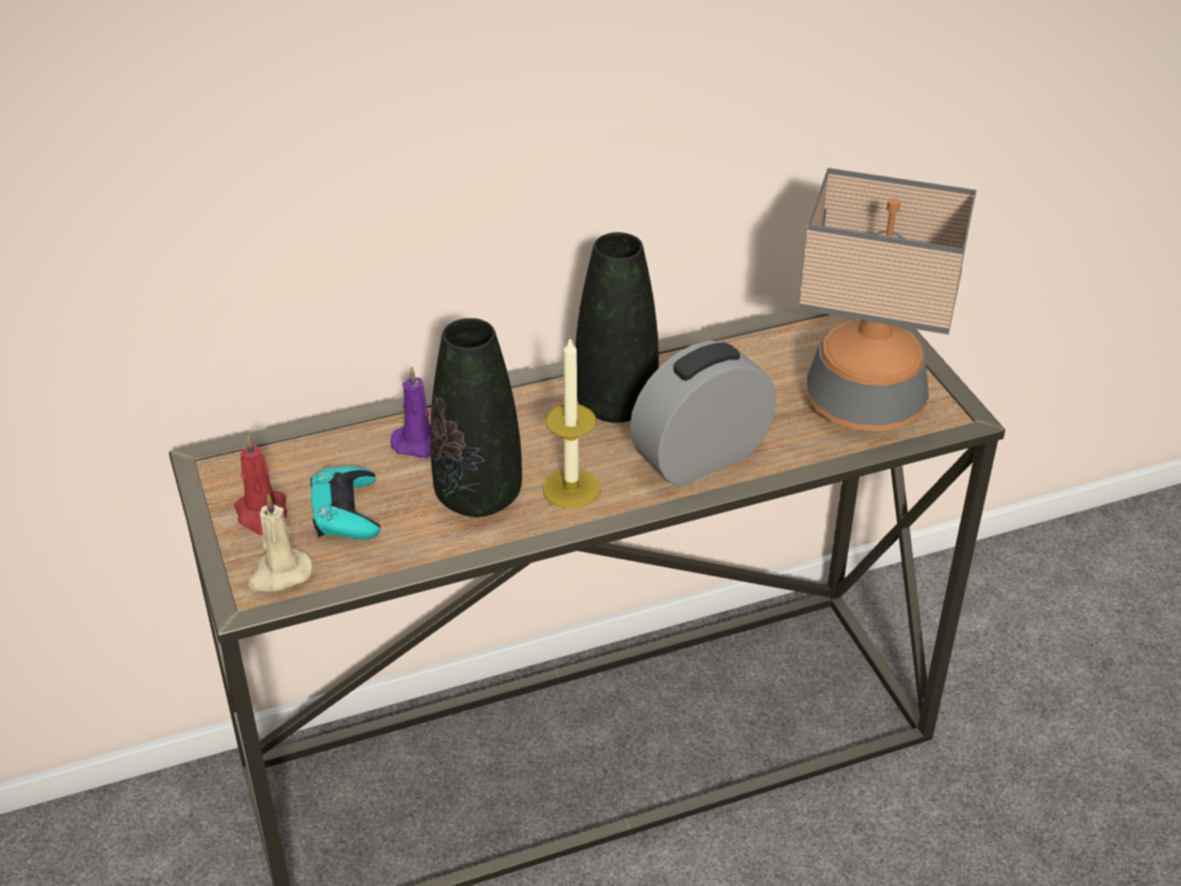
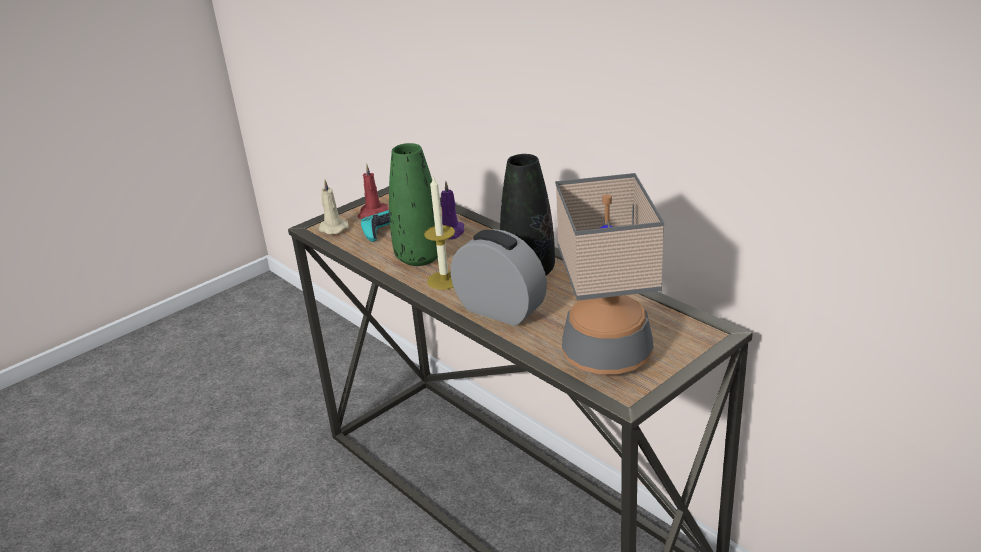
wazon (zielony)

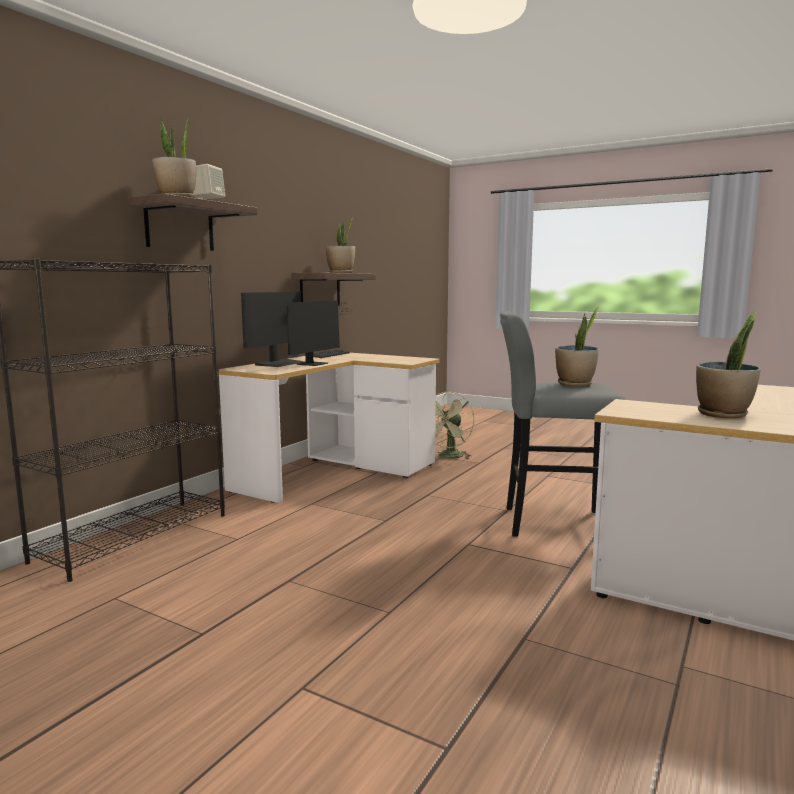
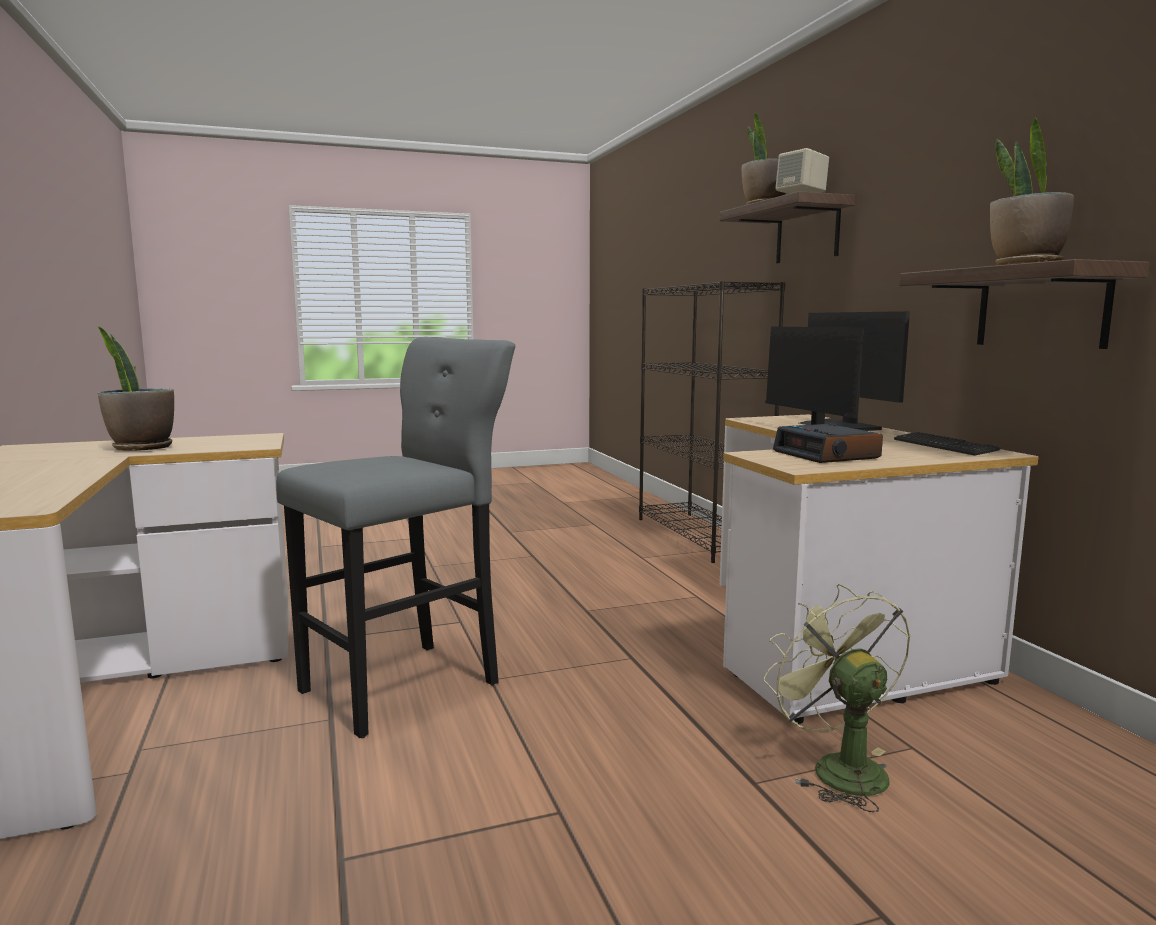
budzik
roślina doniczkowa (no. 3 from left in the first image)

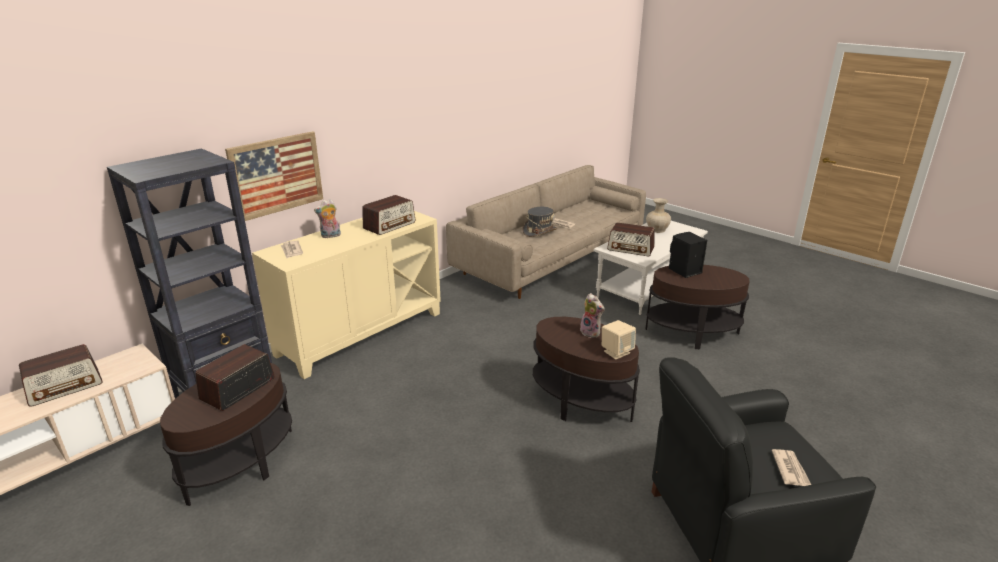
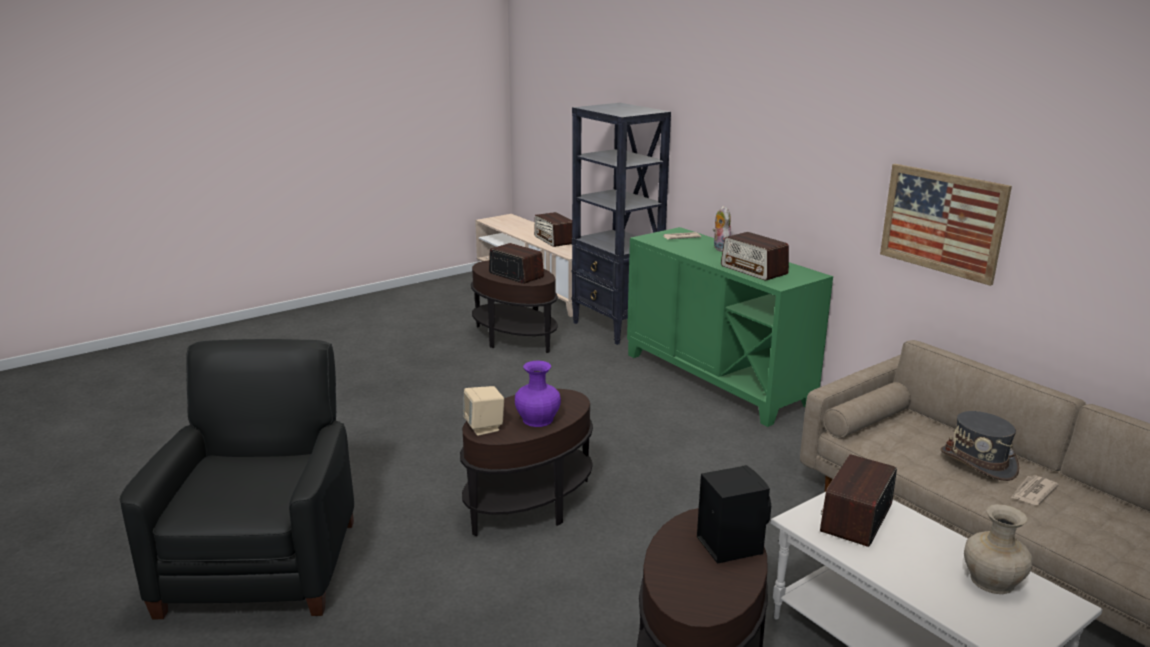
wazon (fioletowy)
szafka (zielony)
obraz
gazeta (no. 3 from left in the first image)

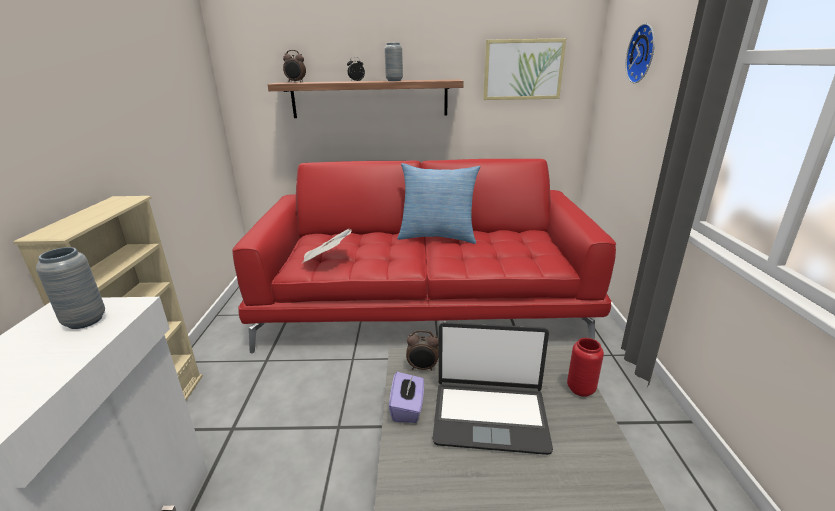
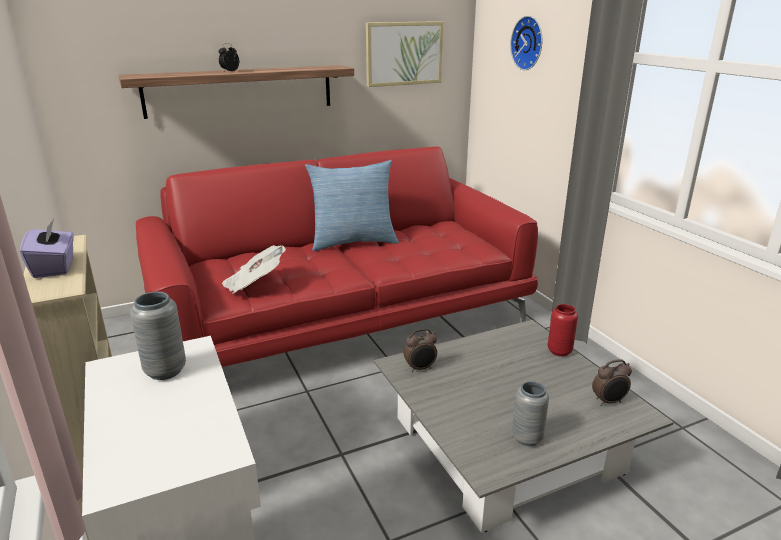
pudełko chusteczek (fioletowy)
wazon (szary) (no. 2 from left)
budzik (no. 3 from left)
laptop

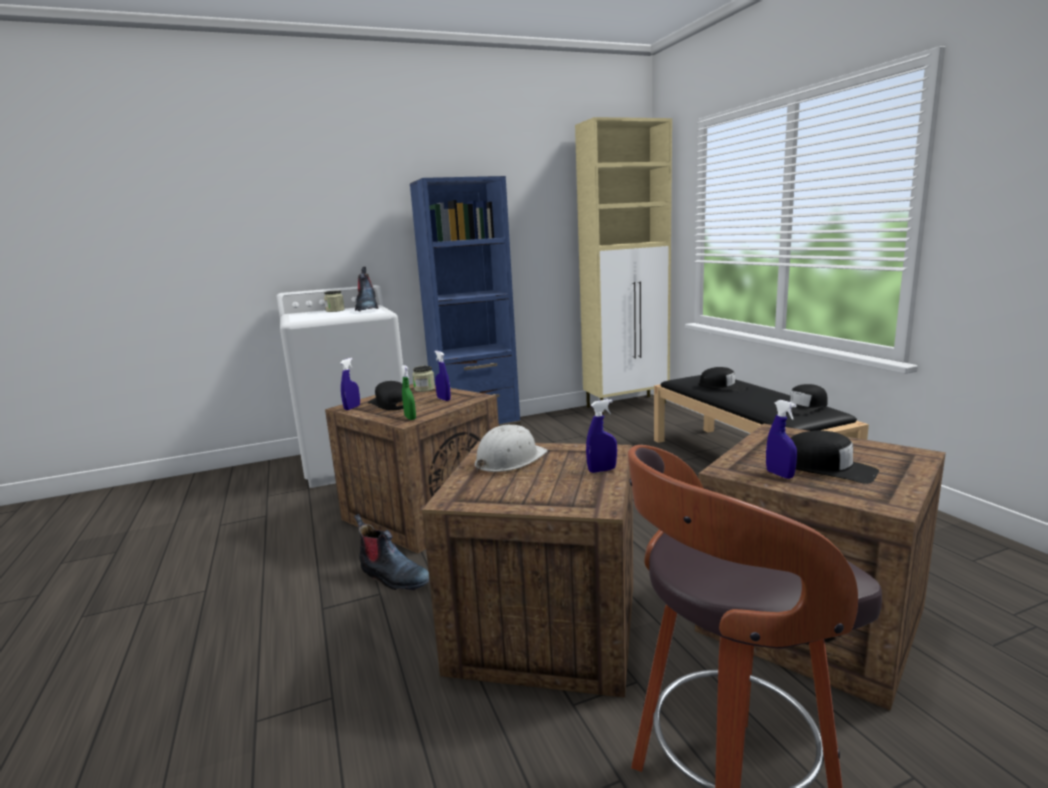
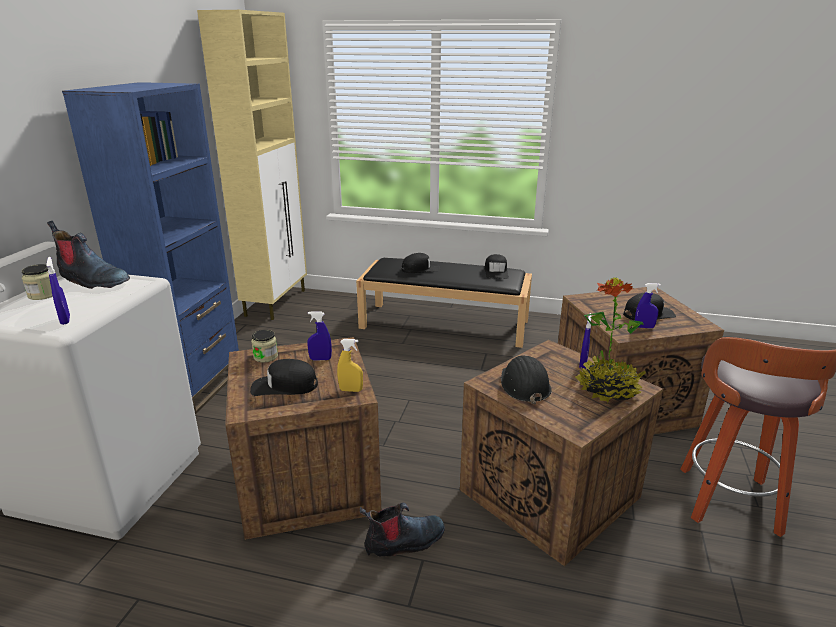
spryskiwacz (niebieski) (no. 1 from left)
spryskiwacz (żółty)
kask (czarny)
roślina doniczkowa

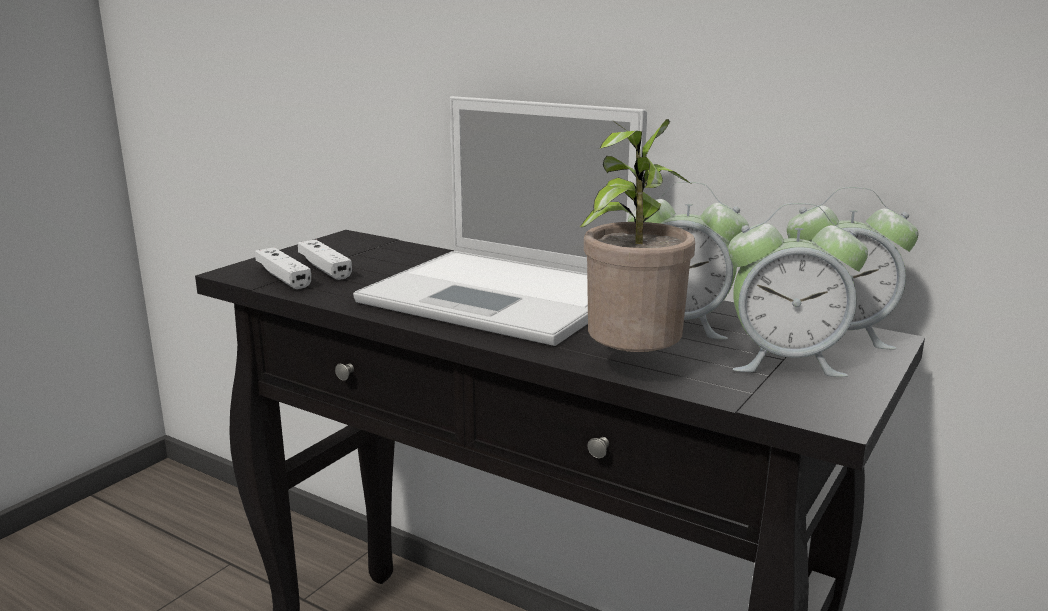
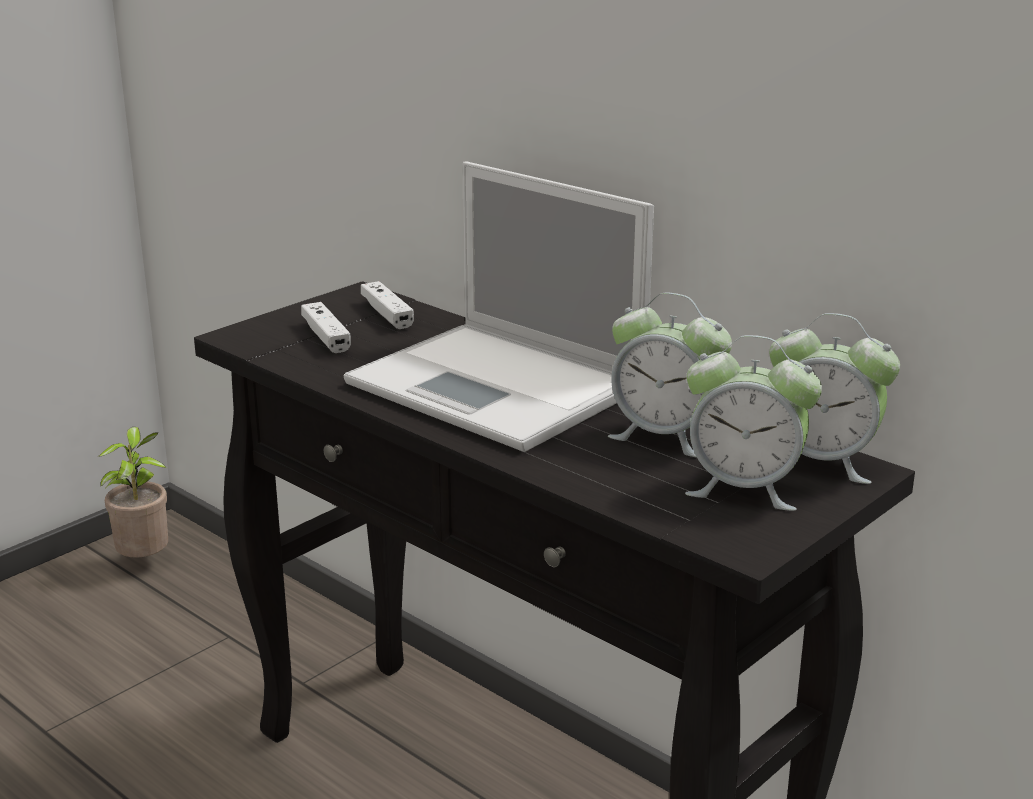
roślina doniczkowa
pad do gier (biały) (no. 2 from left)

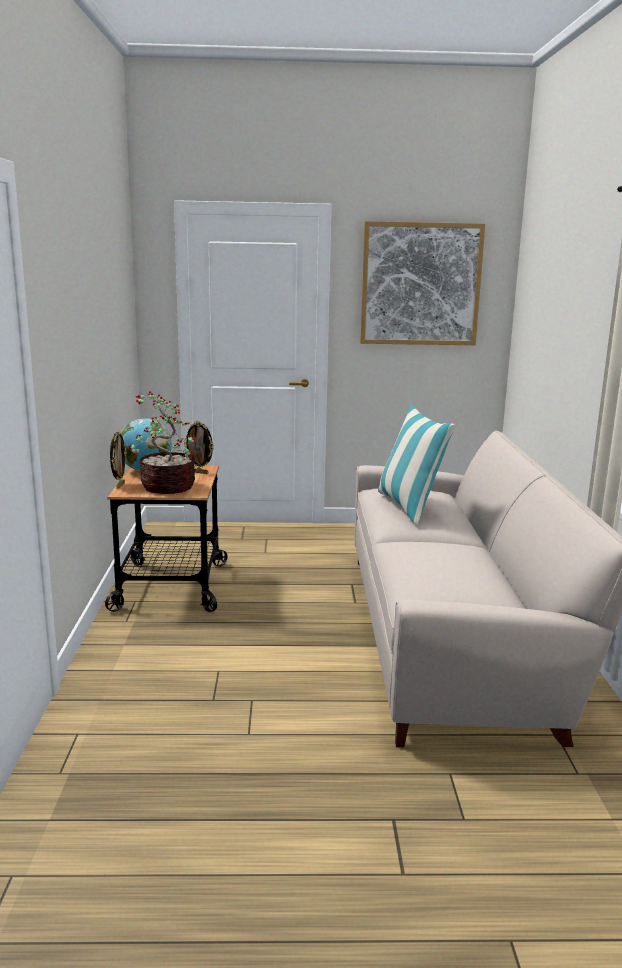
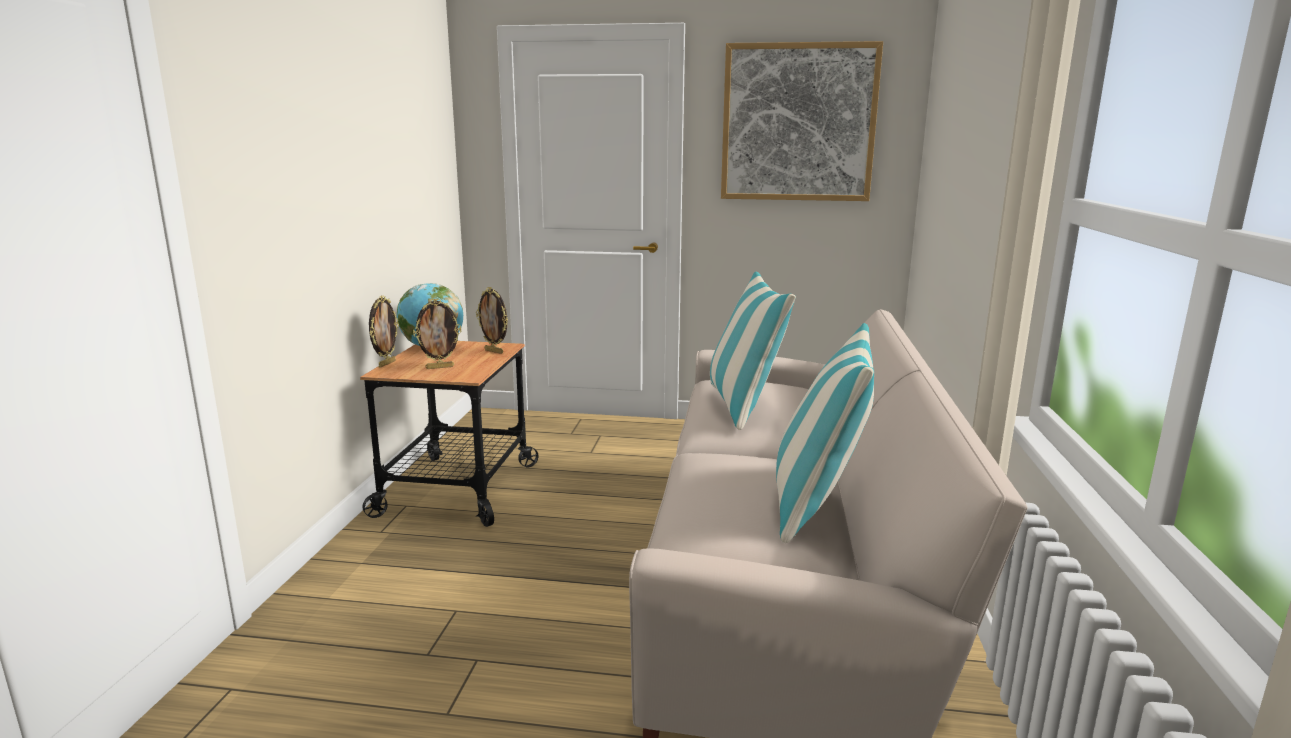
ramka na zdjęcie (no. 2 from left)
poduszka (no. 2 from left)

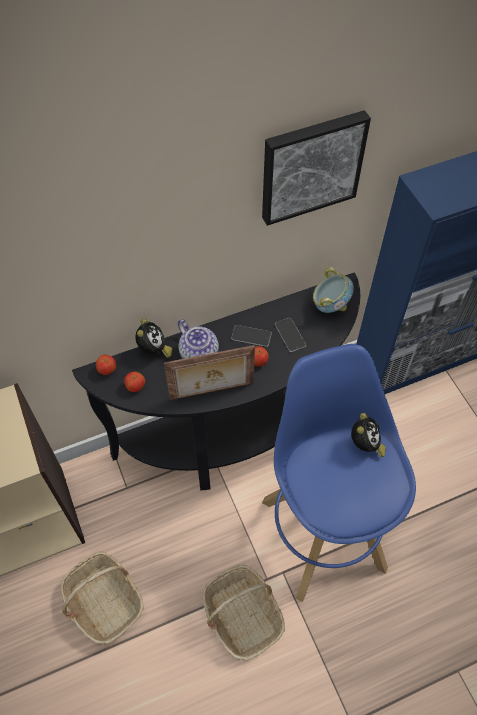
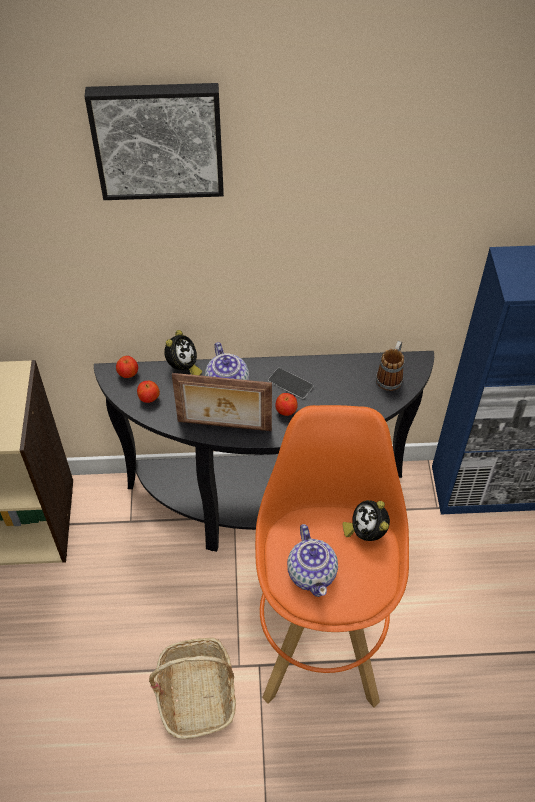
obraz
stołek (pomarańczowy)
imbryk (no. 2 from left)
budzik (no. 2 from left)
kubek
koszyk (no. 1 from left in the first image)
telefon (no. 2 from left in the first image)

